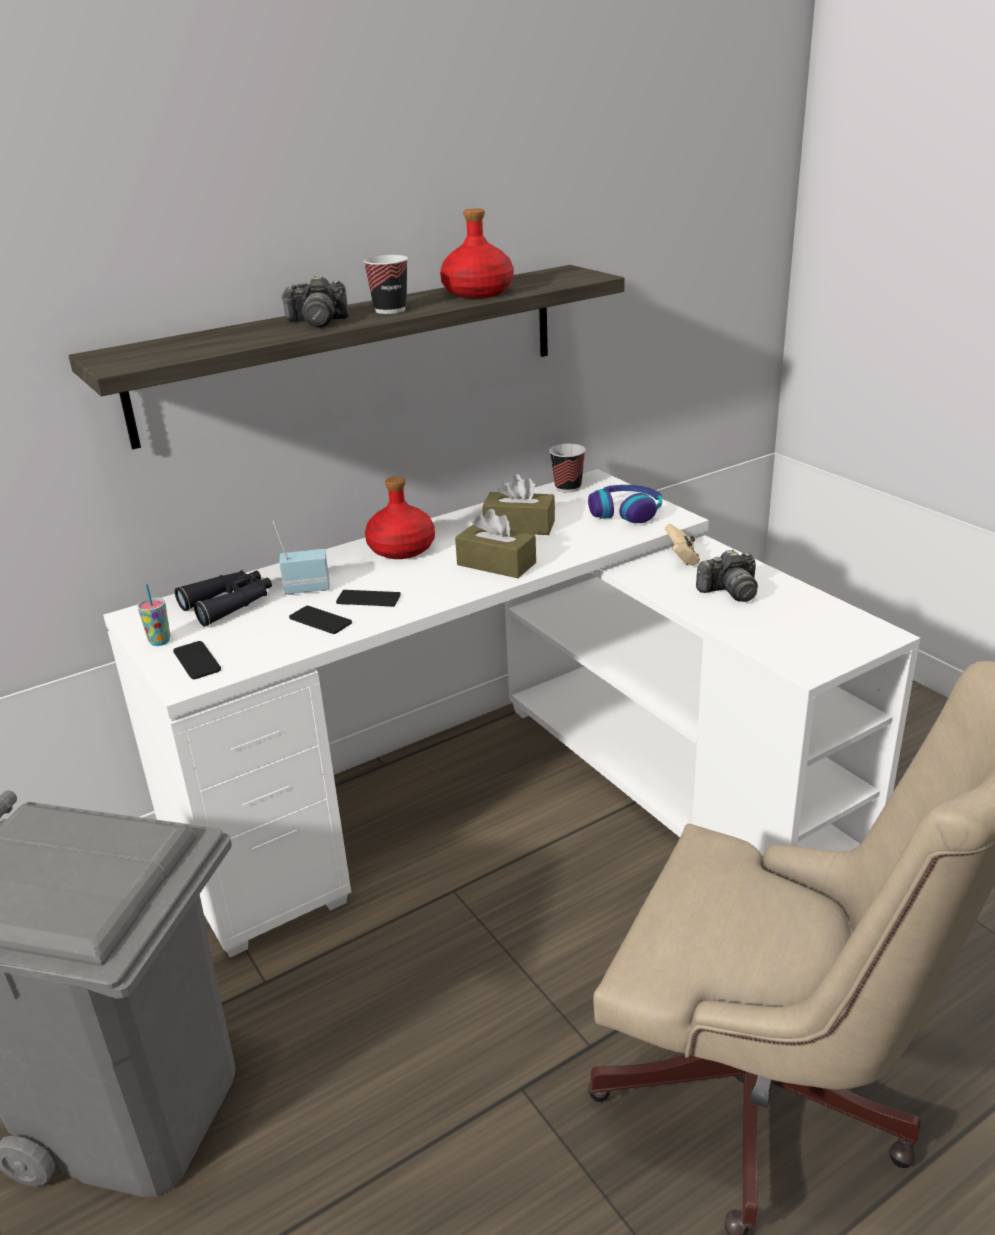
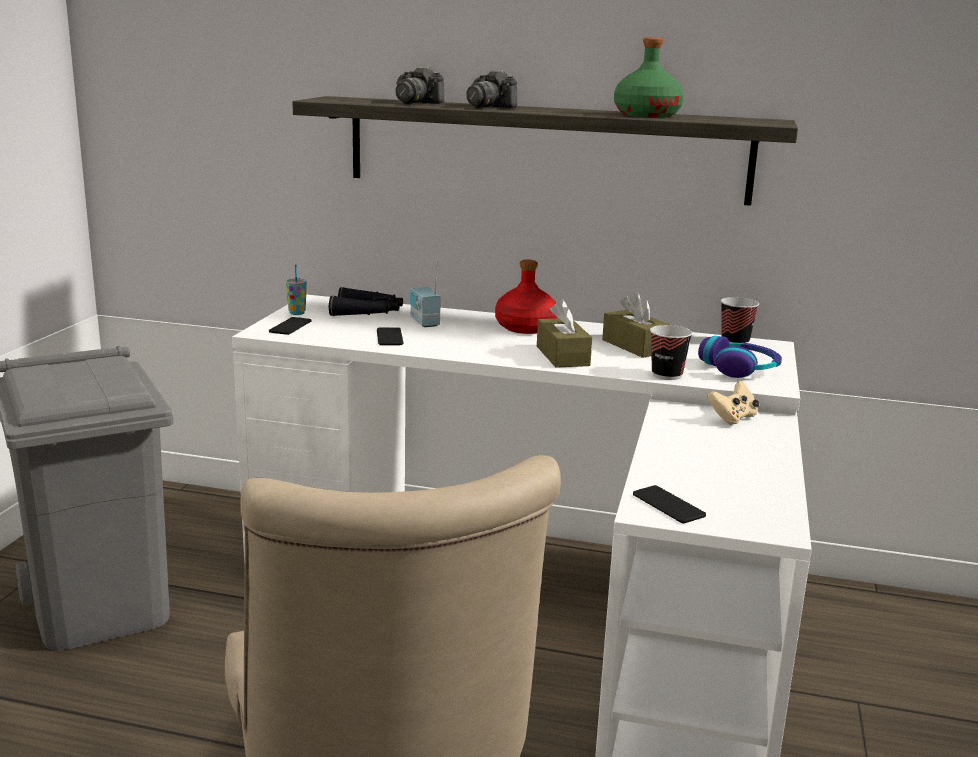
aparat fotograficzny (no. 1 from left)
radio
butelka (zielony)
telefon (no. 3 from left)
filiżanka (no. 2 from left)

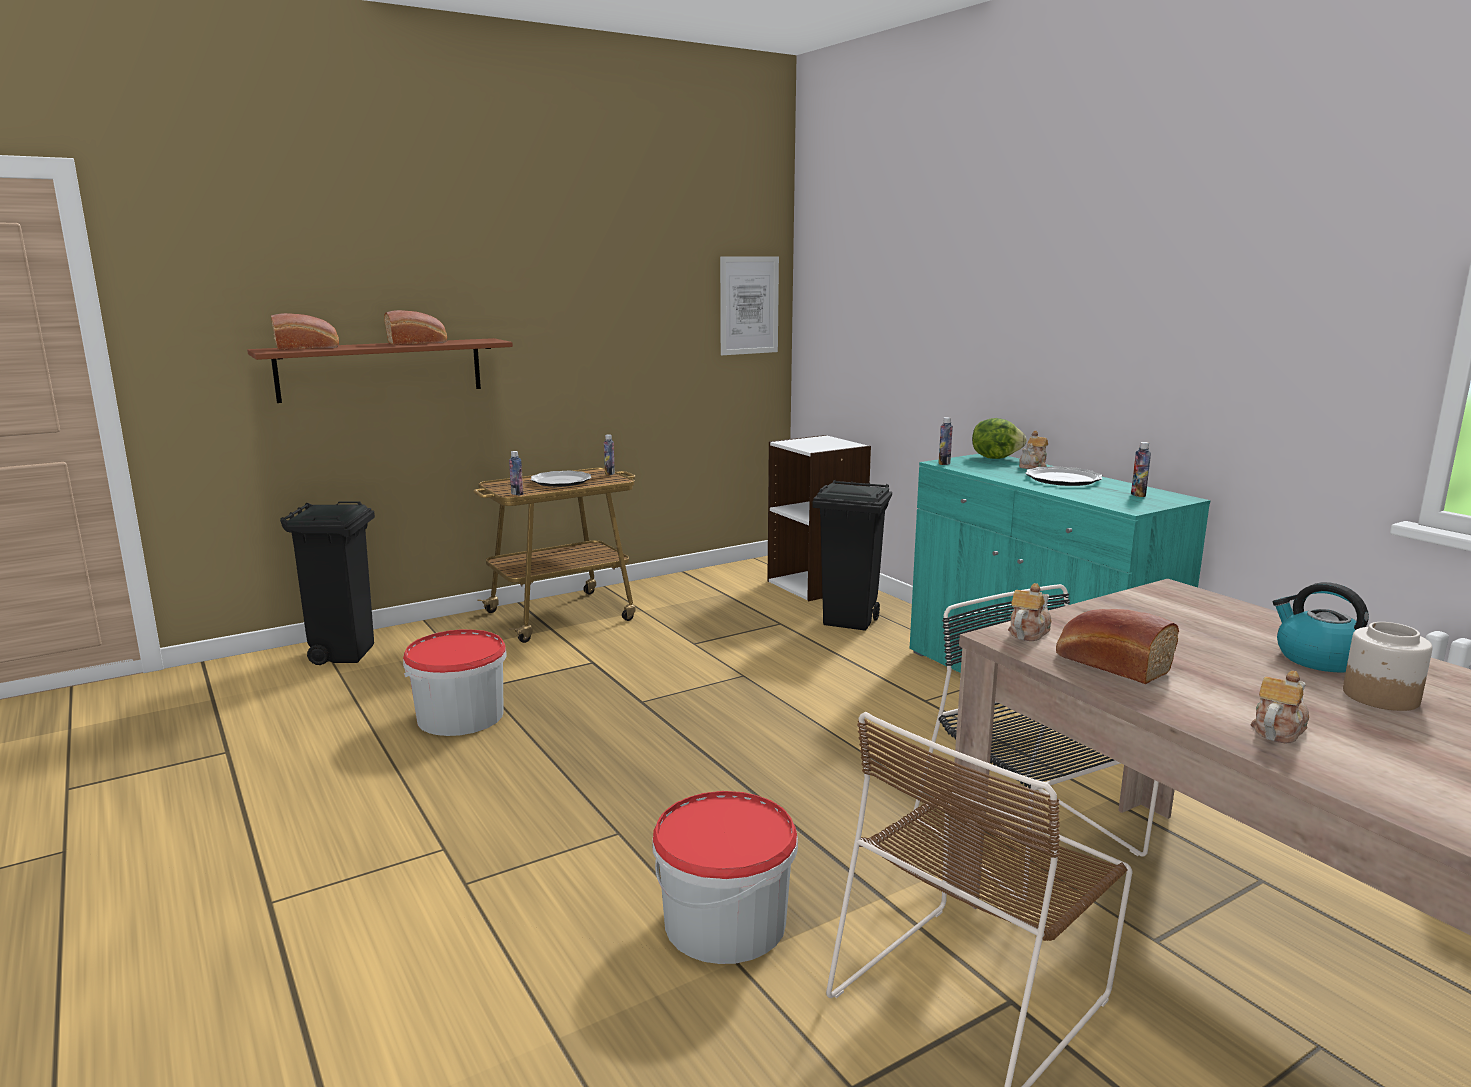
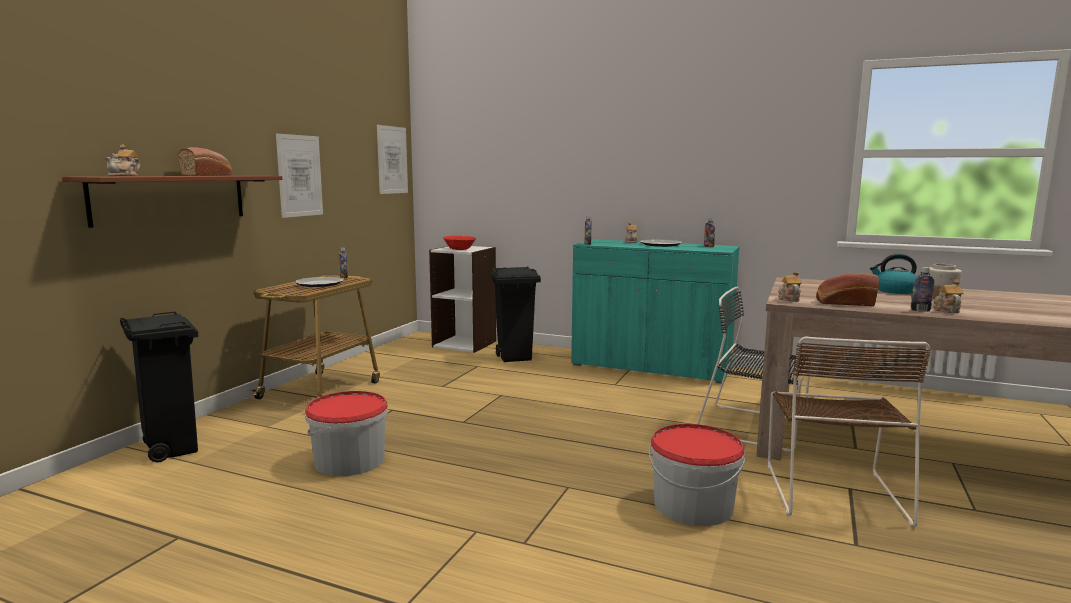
imbryk (no. 1 from left)
obraz (no. 1 from left)
miska (czerwony)
butelka (no. 4 from left)
sałata

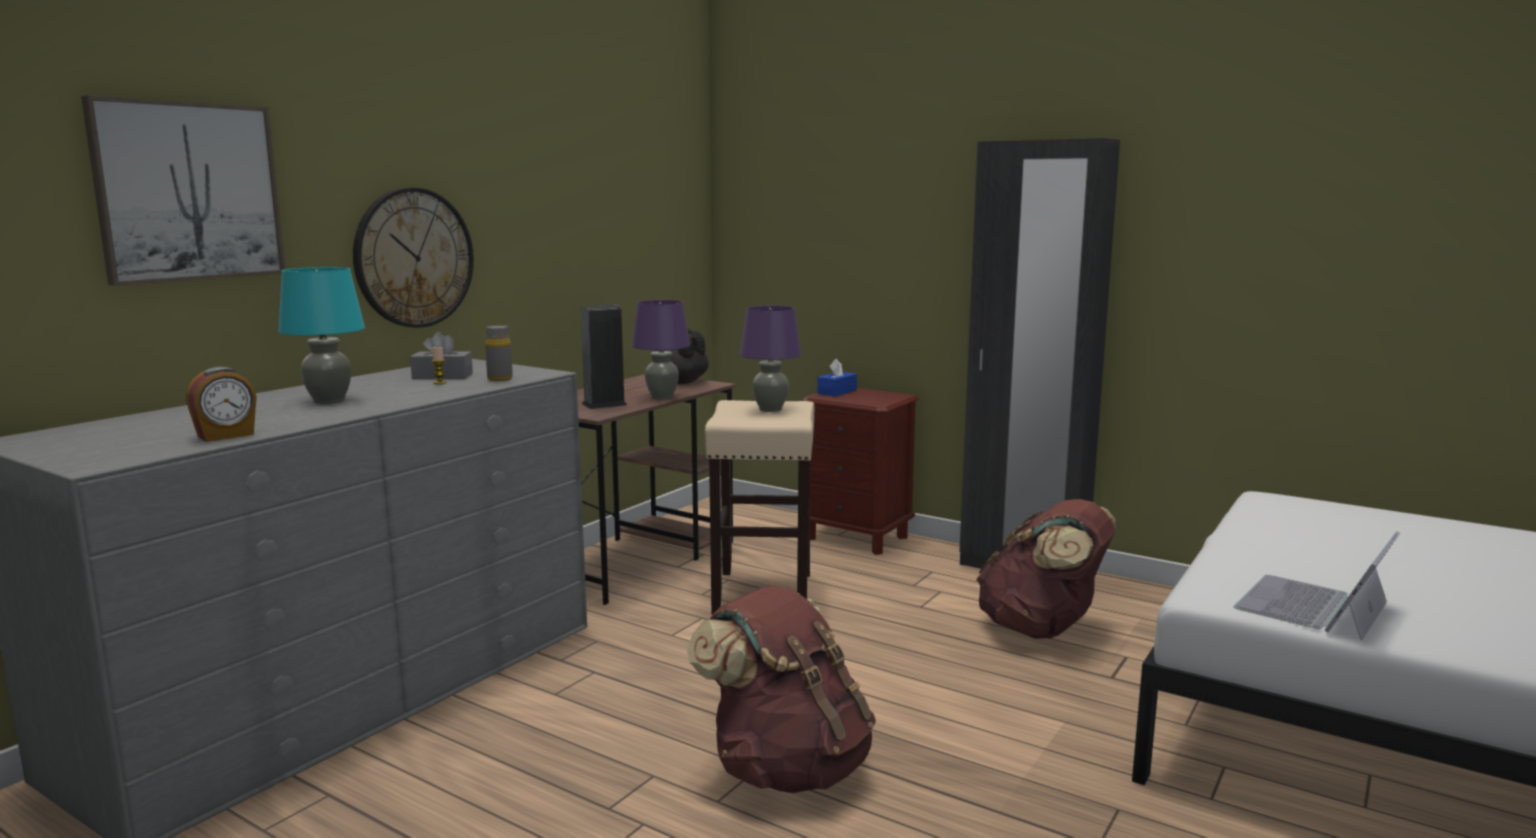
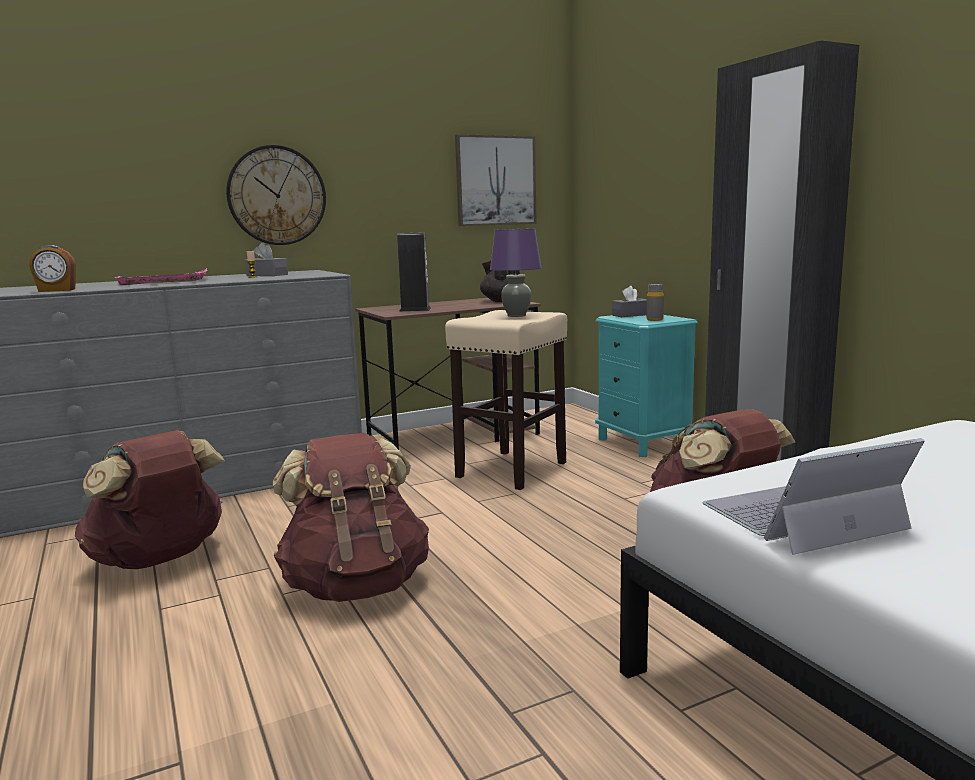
plecak (brązowy) (no. 1 from left)
taca (różowy)
obraz
szafka nocna (turkusowy)
pudełko chusteczek (szary) (no. 2 from left)
butelka (szary)
lampa stołowa (fioletowy) (no. 1 from left in the first image)

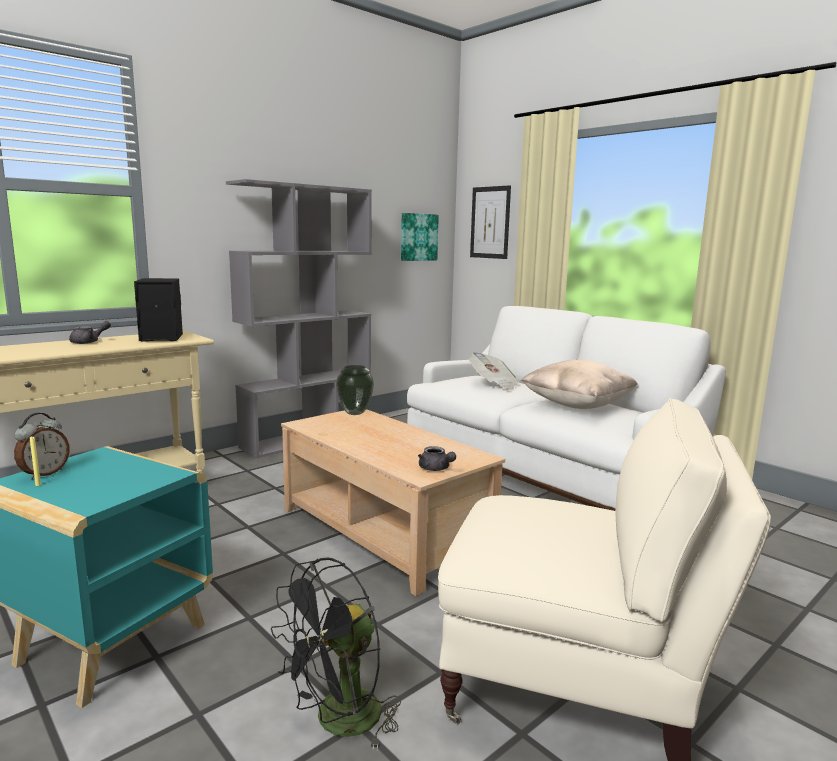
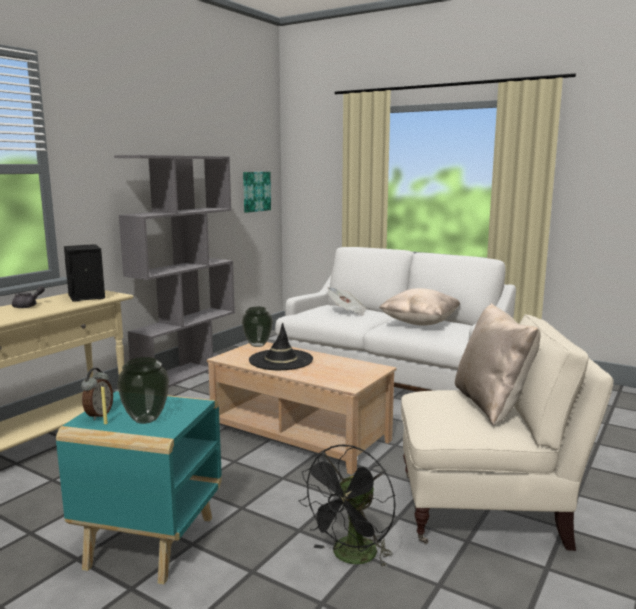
wazon (no. 1 from left)
kapelusz (czarny)
poduszka (beżowy) (no. 2 from left)
imbryk (szary) (no. 2 from left in the first image)
obraz (no. 2 from left in the first image)

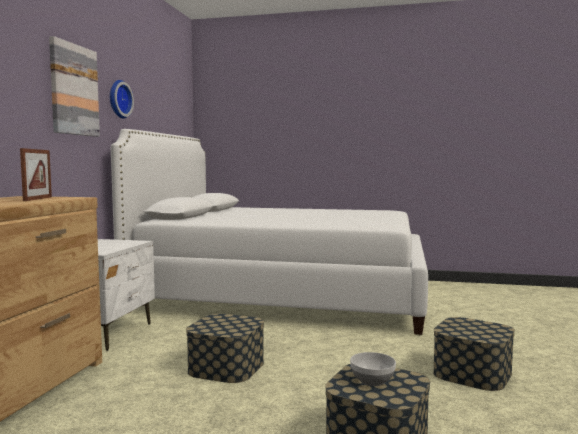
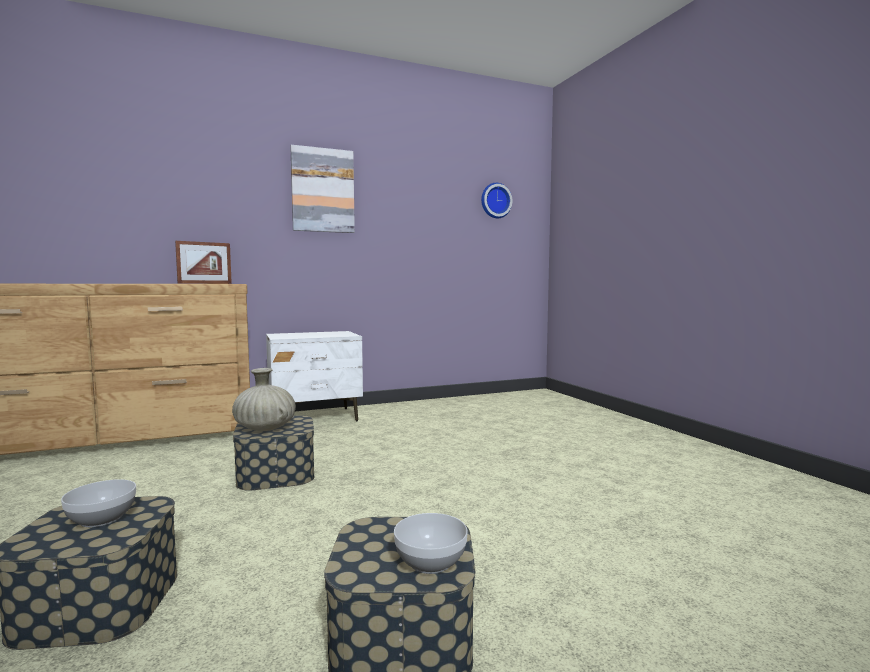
wazon (beżowy)
miska (no. 2 from left)
zegar ścienny
łóżko (biały)

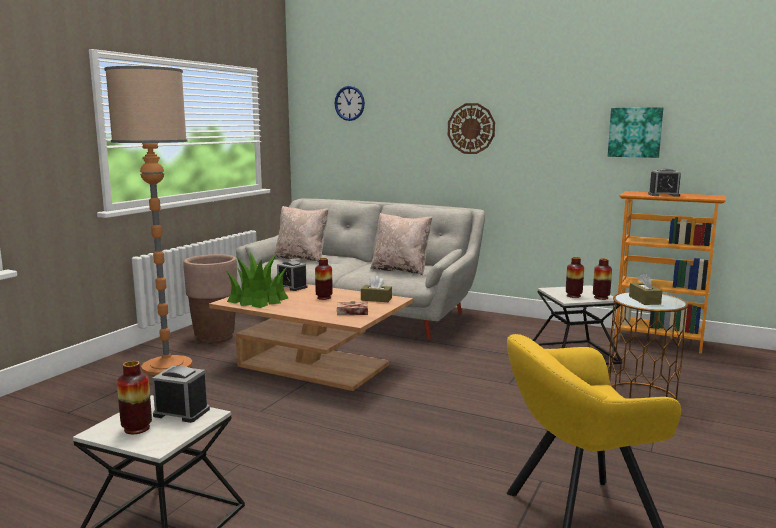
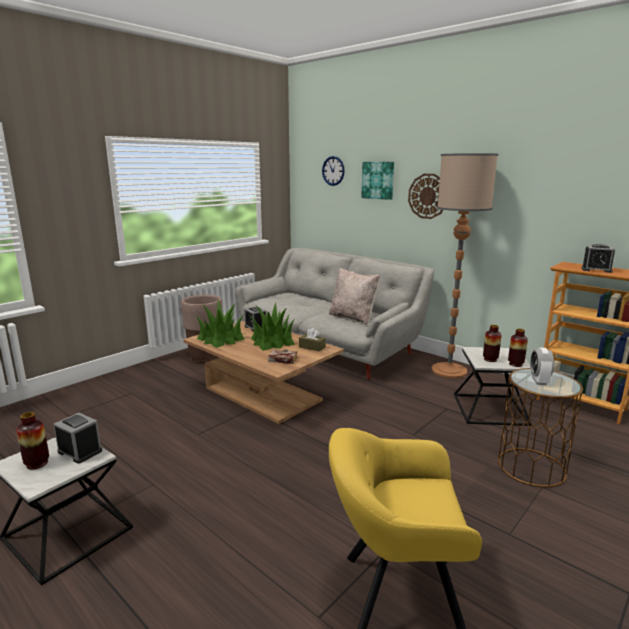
roślina doniczkowa (no. 2 from left)
obraz
lampa stojąca
budzik (no. 3 from left)
poduszka (beżowy) (no. 1 from left in the first image)

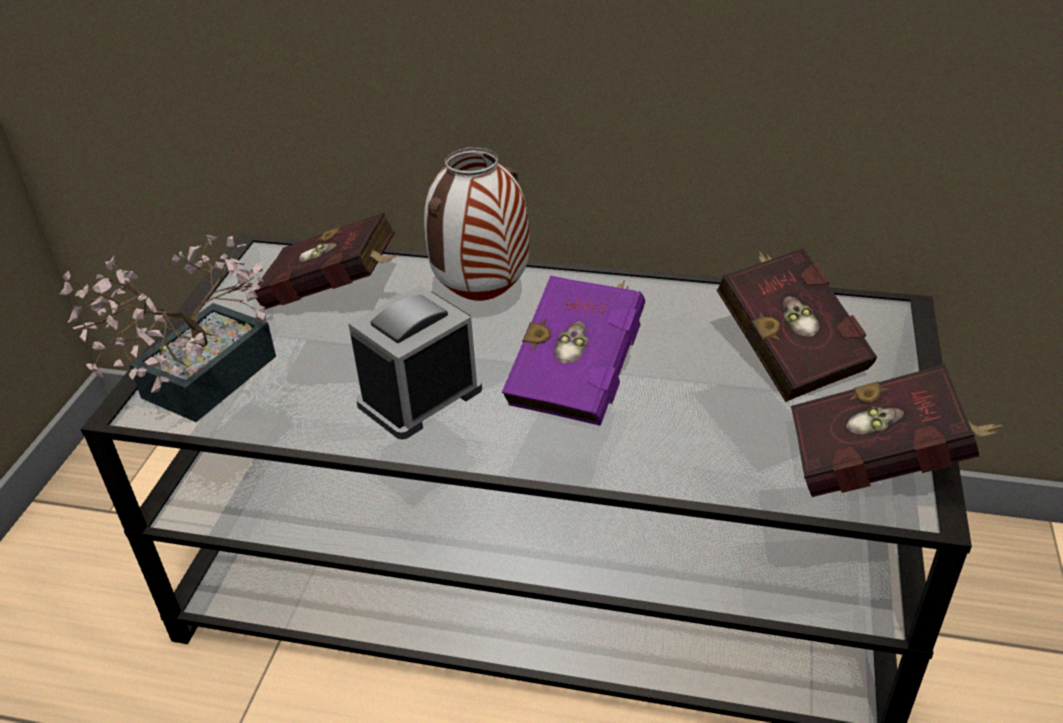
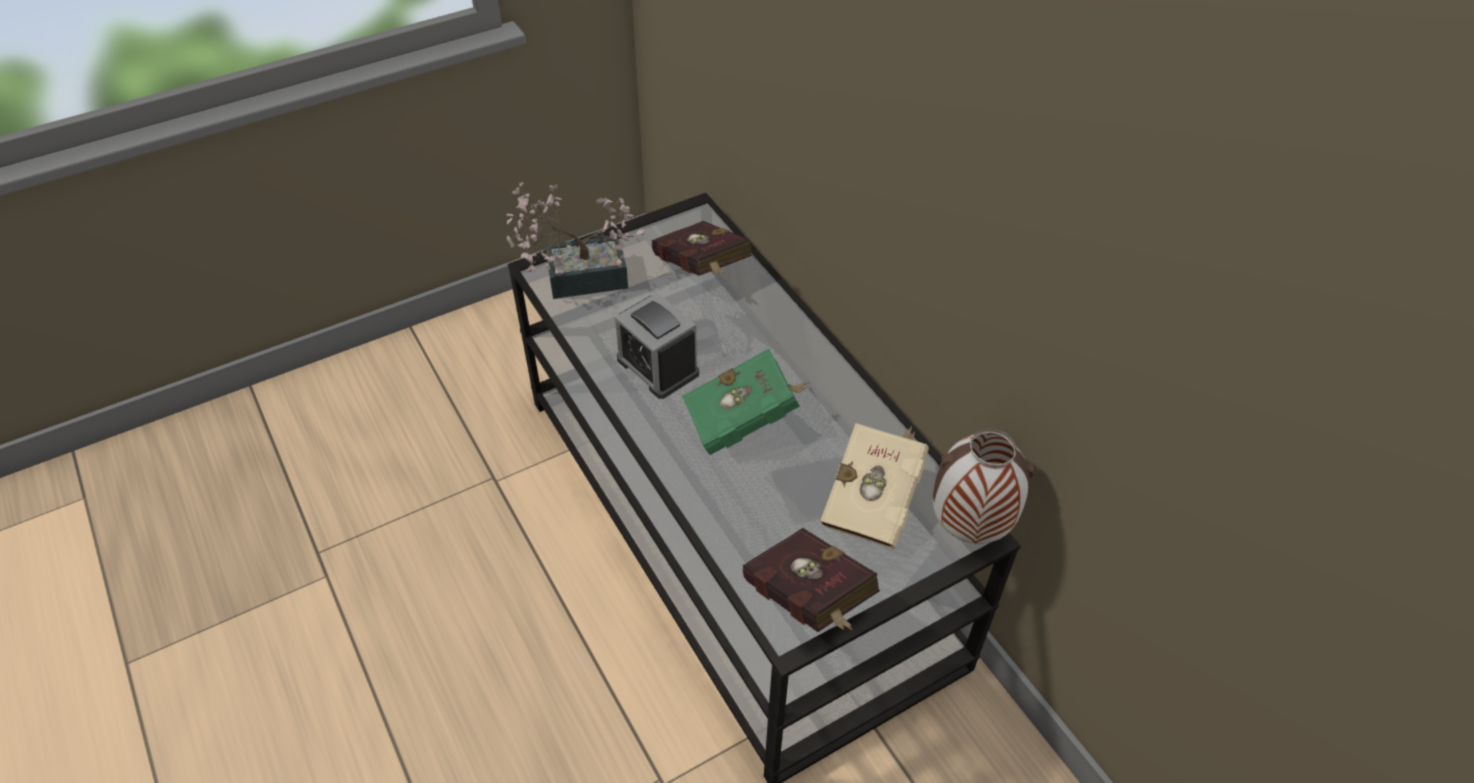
budzik
książka (zielony)
książka (beżowy)
wazon

